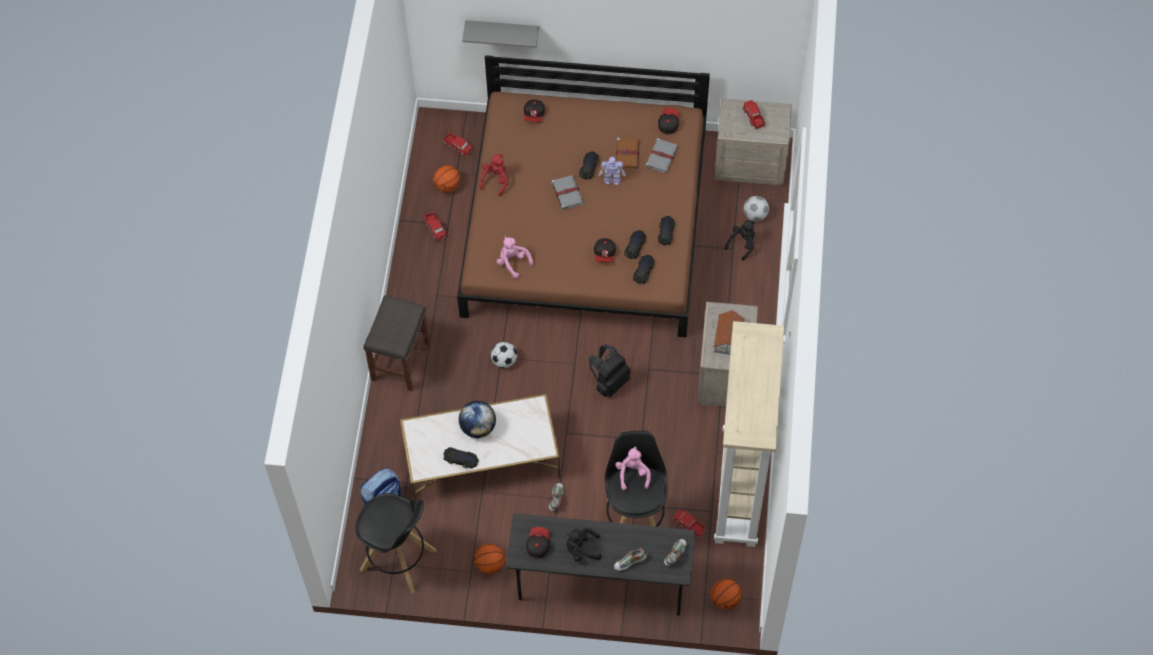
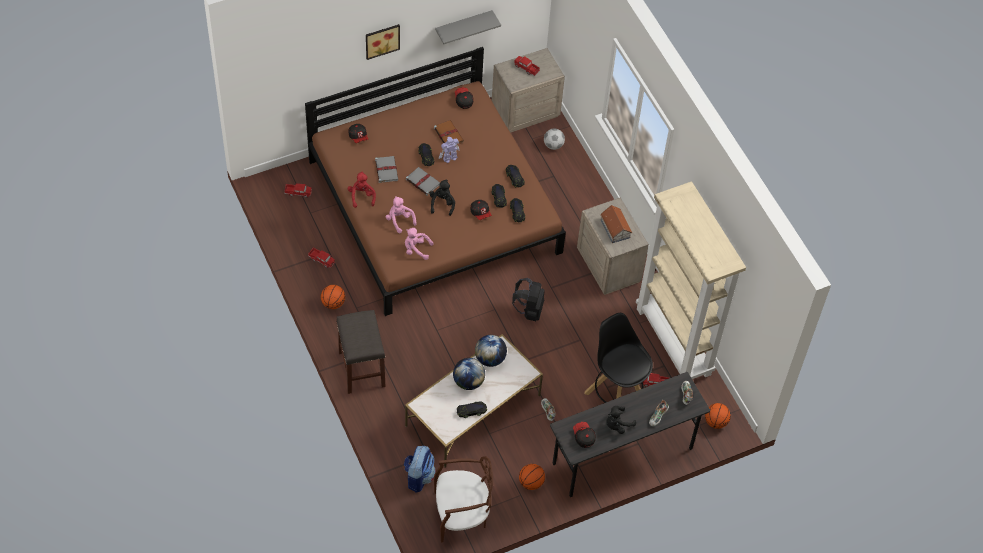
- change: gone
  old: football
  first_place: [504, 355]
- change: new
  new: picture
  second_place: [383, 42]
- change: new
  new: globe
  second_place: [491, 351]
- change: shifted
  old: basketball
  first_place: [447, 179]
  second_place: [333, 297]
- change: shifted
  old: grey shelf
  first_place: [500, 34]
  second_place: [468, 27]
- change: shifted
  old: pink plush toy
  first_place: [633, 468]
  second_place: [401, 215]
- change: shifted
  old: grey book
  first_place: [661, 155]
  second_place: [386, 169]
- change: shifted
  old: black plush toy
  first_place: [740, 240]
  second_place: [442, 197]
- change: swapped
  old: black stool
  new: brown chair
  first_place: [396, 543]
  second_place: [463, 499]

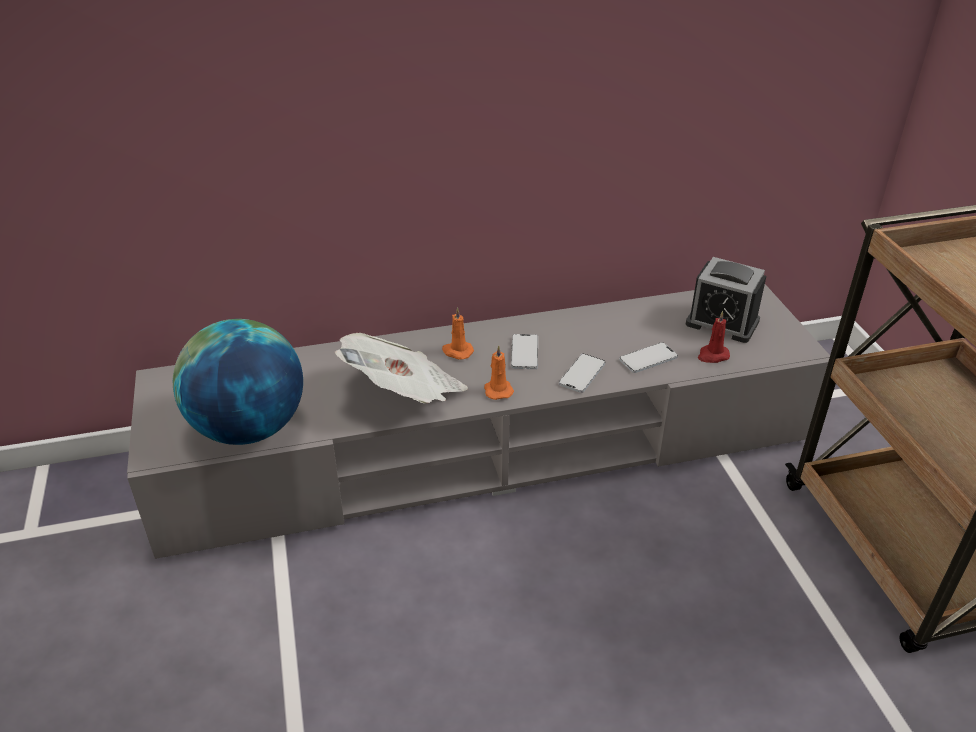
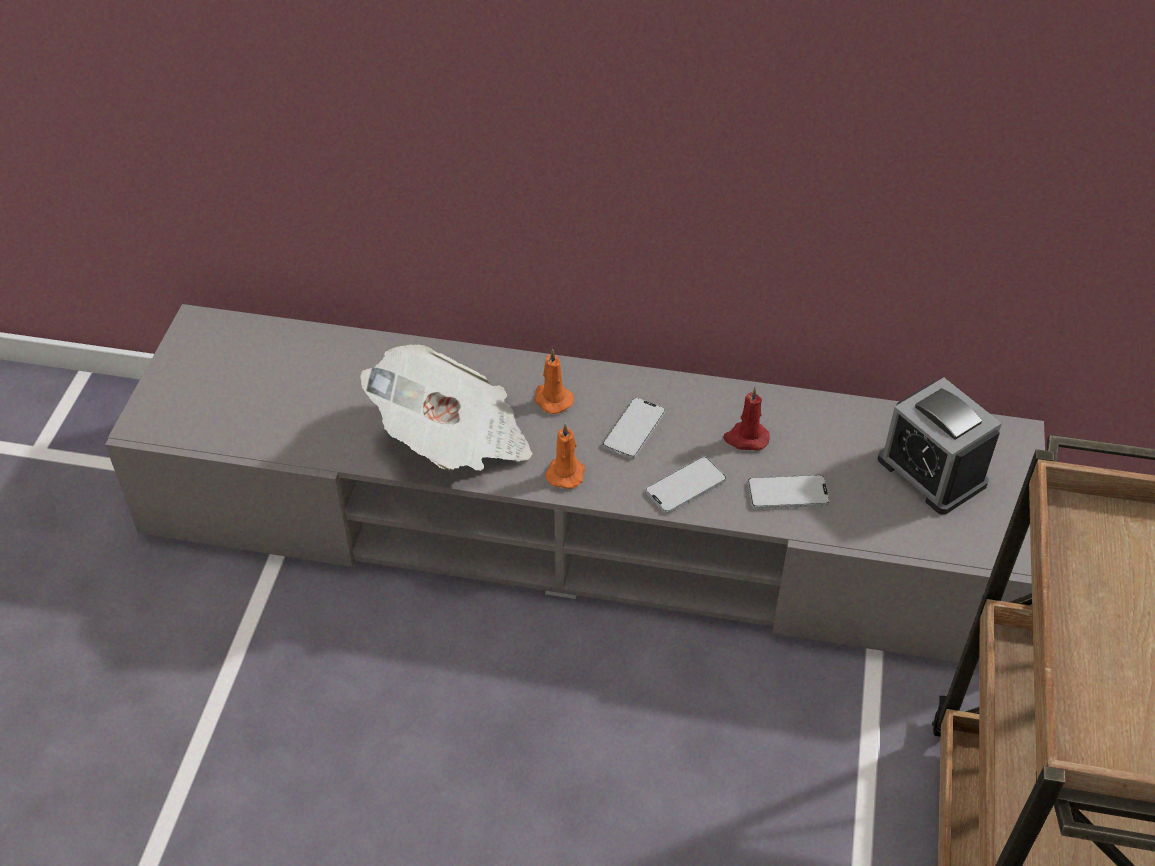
- change: gone
  old: globe
  first_place: [238, 382]
- change: shifted
  old: red candle
  first_place: [714, 337]
  second_place: [746, 419]

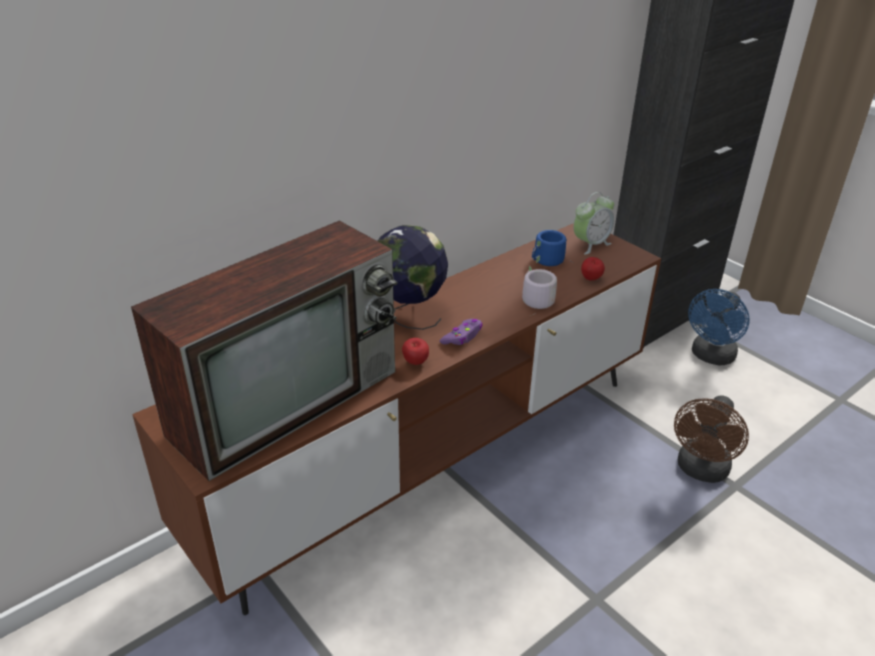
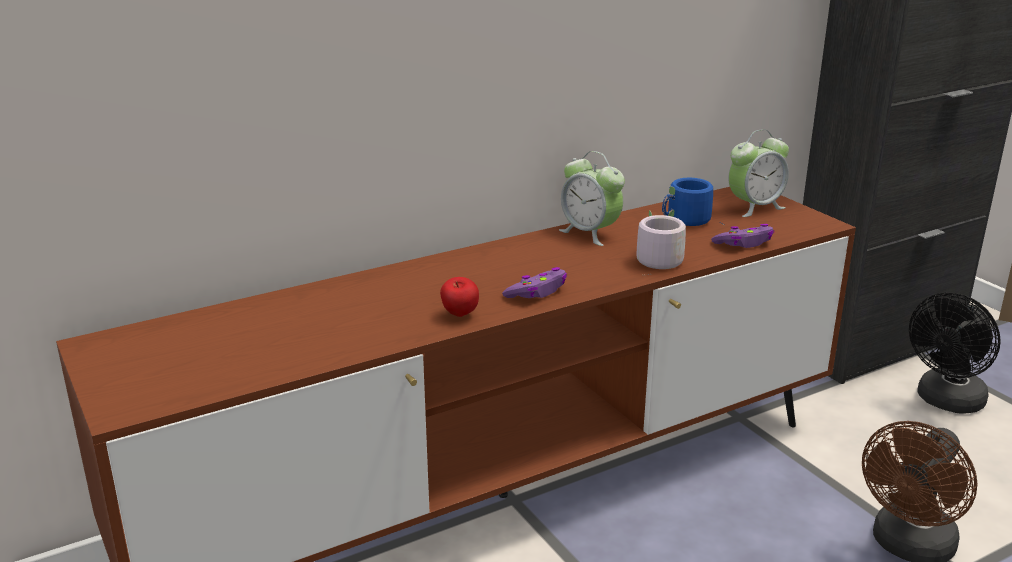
- change: gone
  old: television
  first_place: [264, 350]
- change: gone
  old: globe
  first_place: [413, 277]
- change: new
  new: alarm clock
  second_place: [592, 198]
- change: swapped
  old: apple
  new: purple game controller
  first_place: [593, 269]
  second_place: [743, 236]
- change: repainted
  old: blue fan
  new: black fan
  first_place: [719, 327]
  second_place: [955, 352]

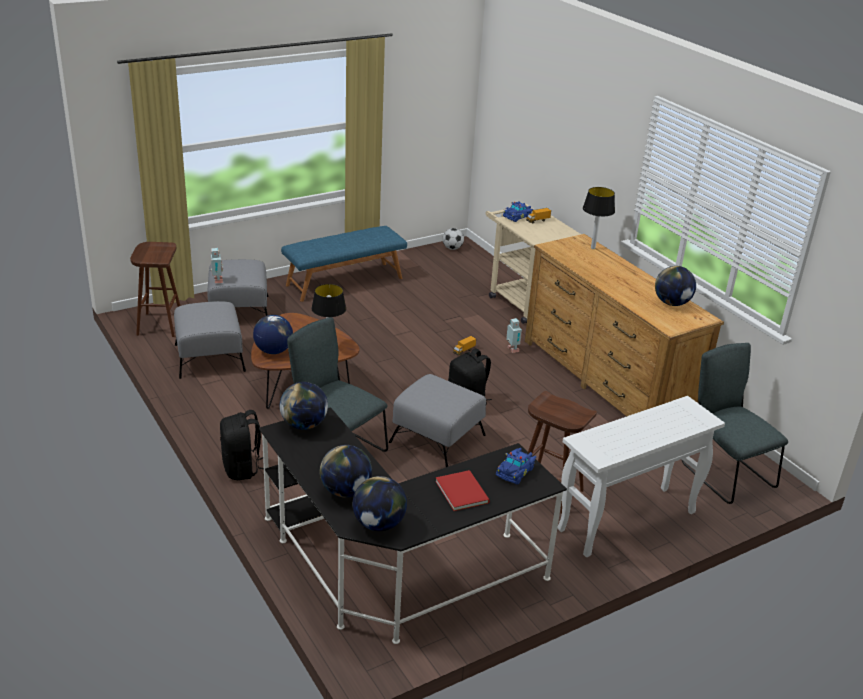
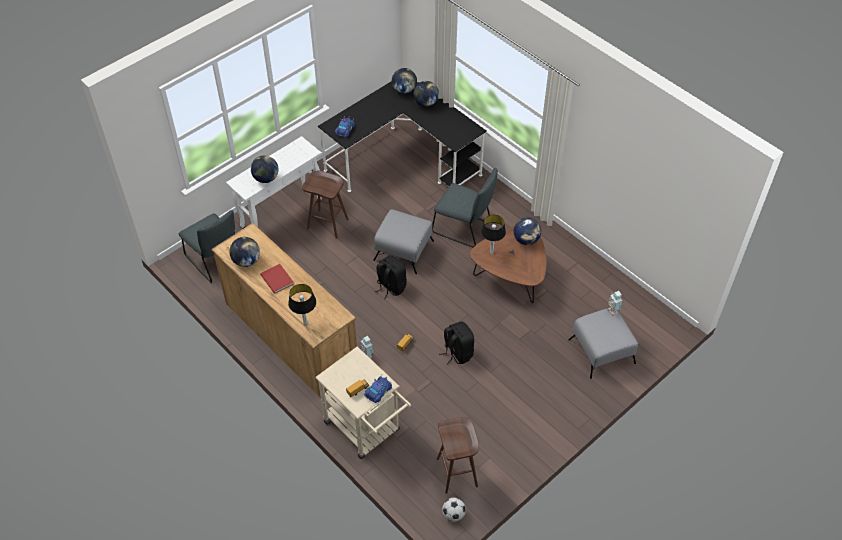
- change: gone
  old: grey ottoman
  first_place: [210, 340]
- change: gone
  old: blue bench
  first_place: [344, 264]
- change: shifted
  old: brown stool
  first_place: [155, 289]
  second_place: [458, 455]
- change: shifted
  old: black backpack
  first_place: [242, 445]
  second_place: [456, 343]
- change: shifted
  old: globe
  first_place: [304, 406]
  second_place: [264, 169]
- change: shifted
  old: red book
  first_place: [462, 490]
  second_place: [277, 279]

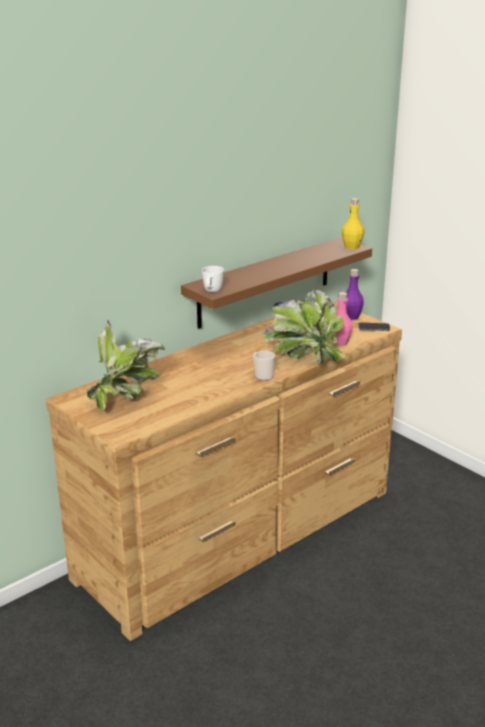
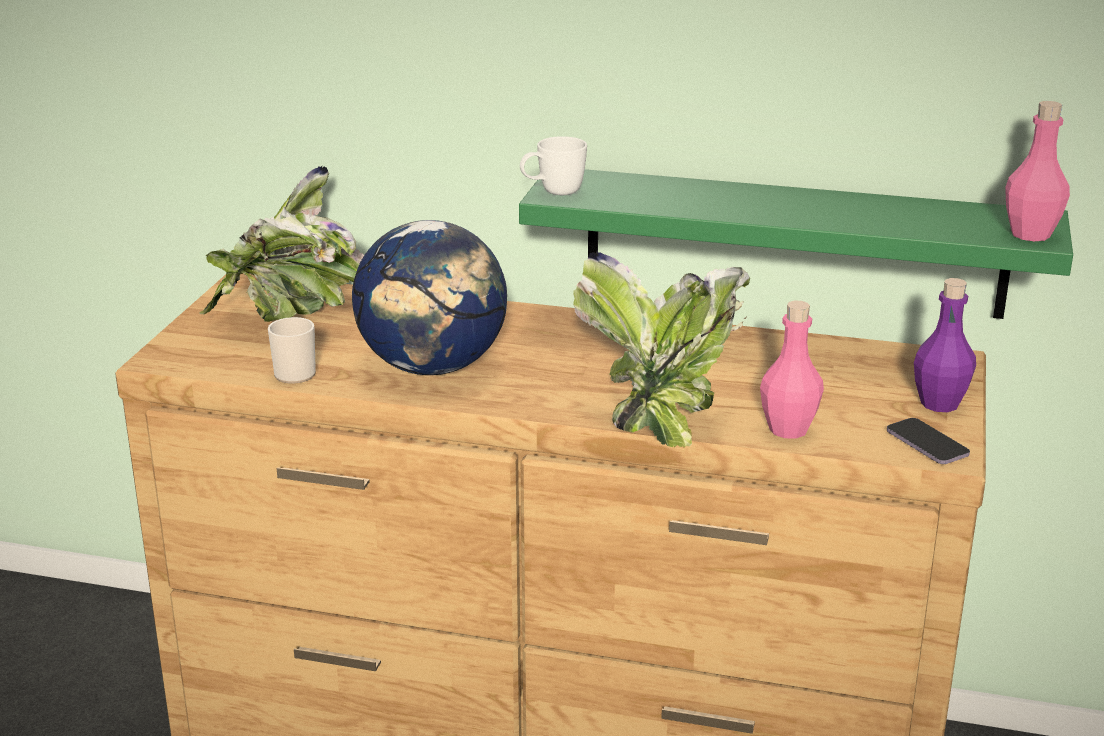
- change: new
  new: globe
  second_place: [429, 297]
- change: shifted
  old: mug
  first_place: [264, 366]
  second_place: [292, 350]
- change: repainted
  old: brown shelf
  new: green shelf
  first_place: [276, 283]
  second_place: [796, 244]
- change: repainted
  old: yellow bottle
  new: pink bottle
  first_place: [353, 224]
  second_place: [1037, 171]

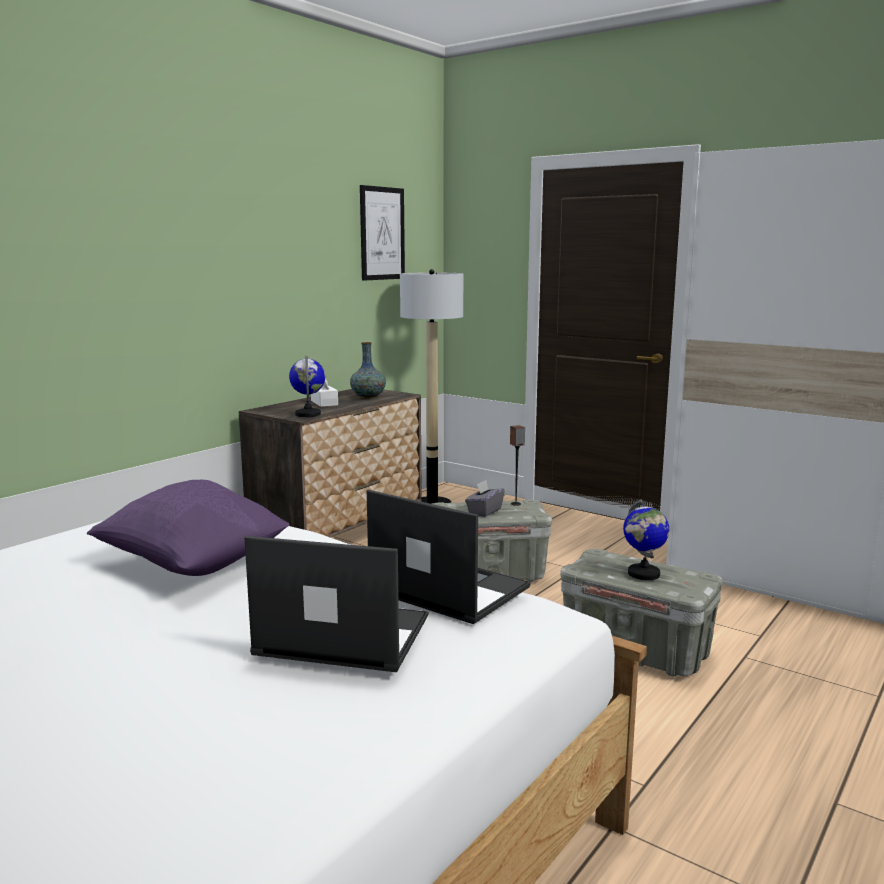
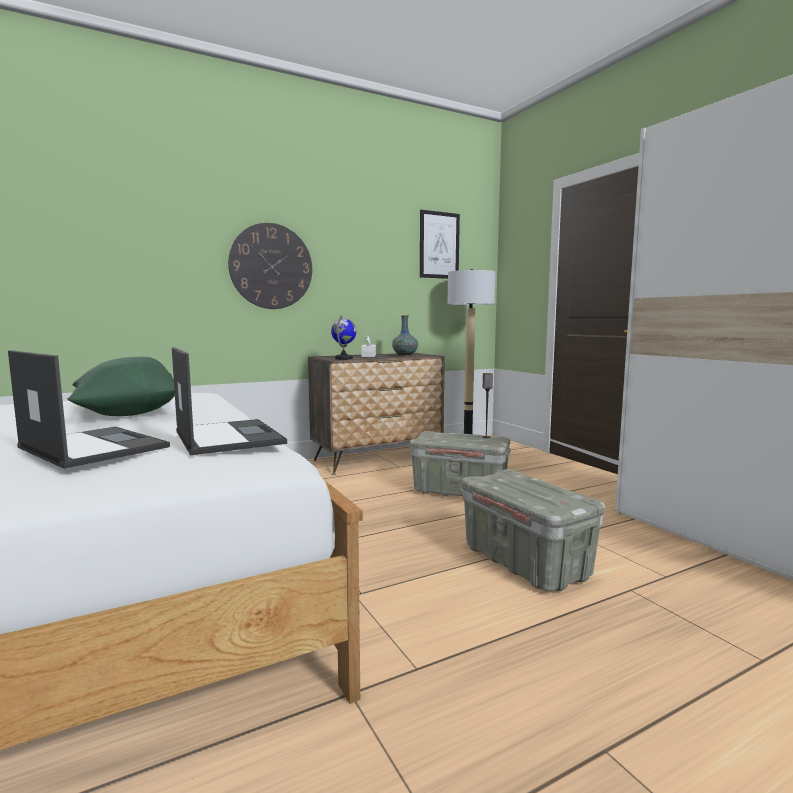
- change: gone
  old: grey tissue box
  first_place: [485, 498]
- change: gone
  old: globe
  first_place: [646, 539]
- change: new
  new: wall clock
  second_place: [270, 266]
- change: repainted
  old: purple pillow
  new: green pillow
  first_place: [188, 528]
  second_place: [121, 386]

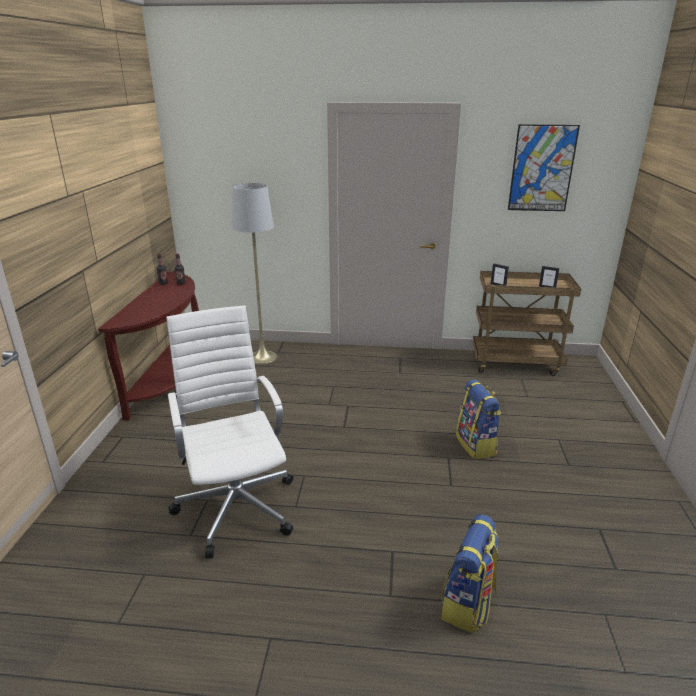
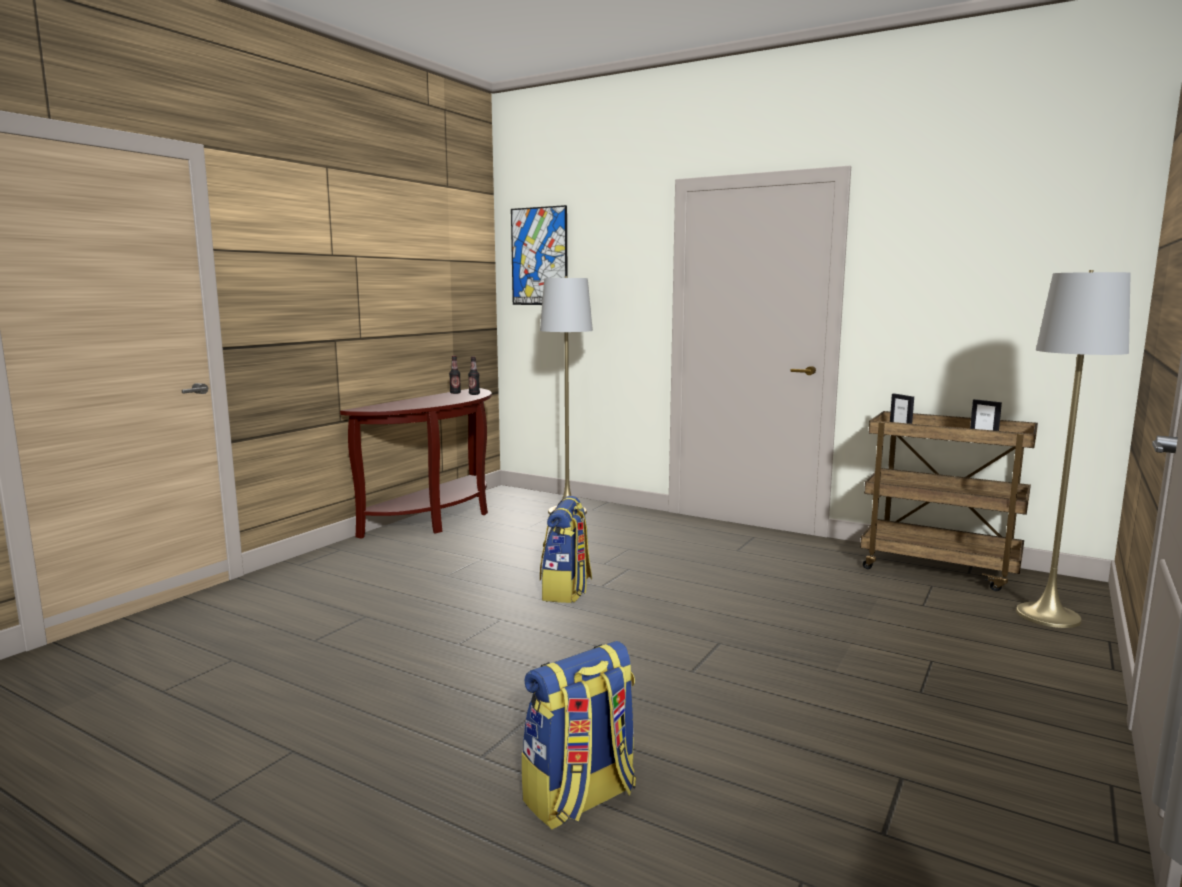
- change: gone
  old: white office chair
  first_place: [229, 432]
- change: new
  new: grey floor lamp
  second_place: [1073, 449]
- change: shifted
  old: backpack
  first_place: [479, 419]
  second_place: [566, 549]
- change: shifted
  old: picture
  first_place: [544, 167]
  second_place: [539, 255]

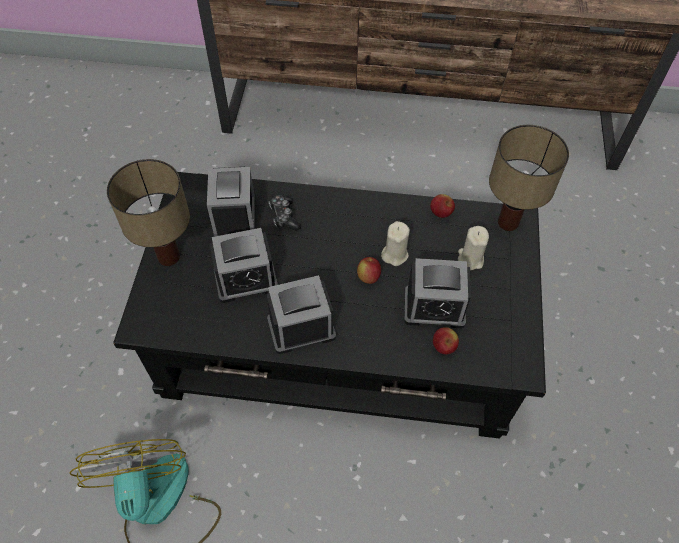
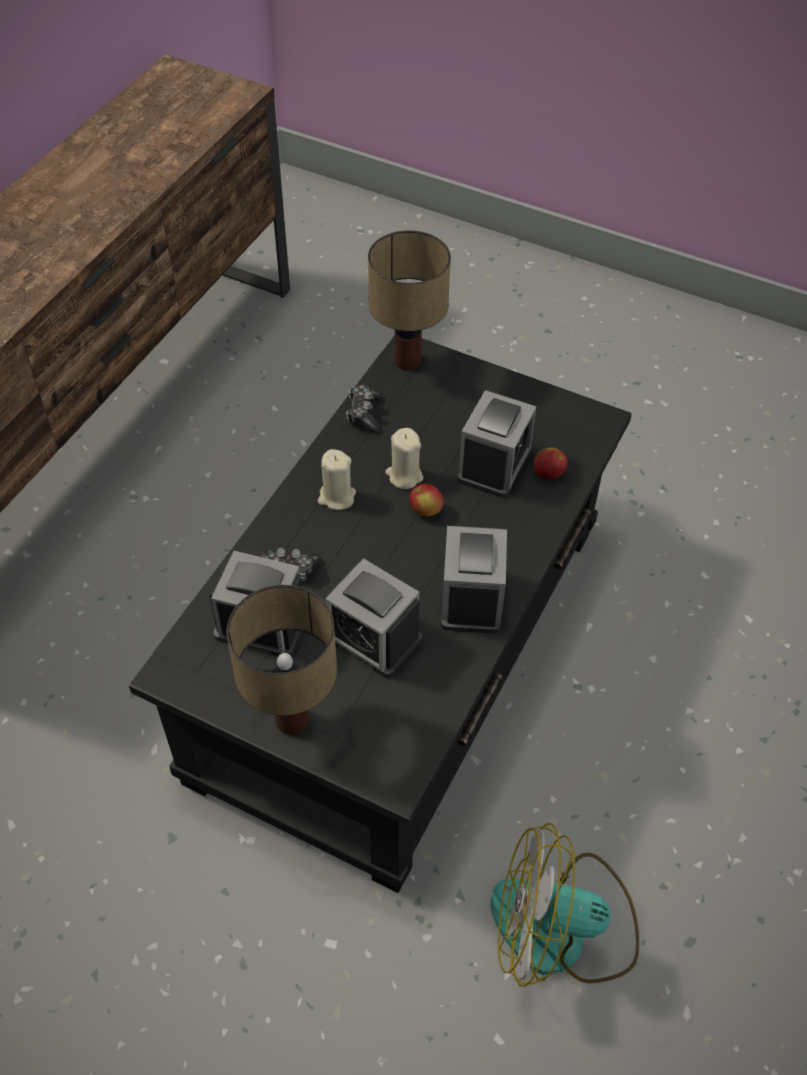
- change: shifted
  old: beige candle
  first_place: [473, 248]
  second_place: [337, 479]
- change: swapped
  old: apple
  new: game controller
  first_place: [442, 206]
  second_place: [364, 408]
- change: rotated
  old: alarm clock
  first_place: [244, 265]
  second_place: [373, 618]
  degrees: 120

